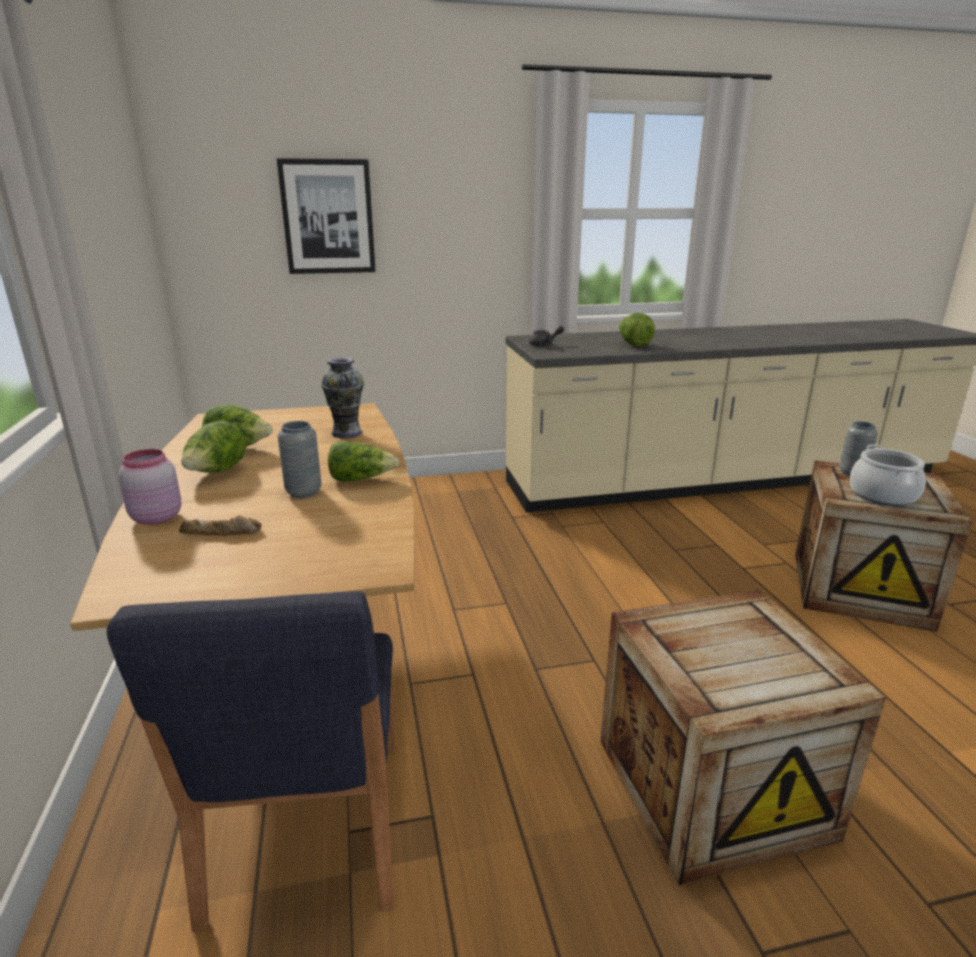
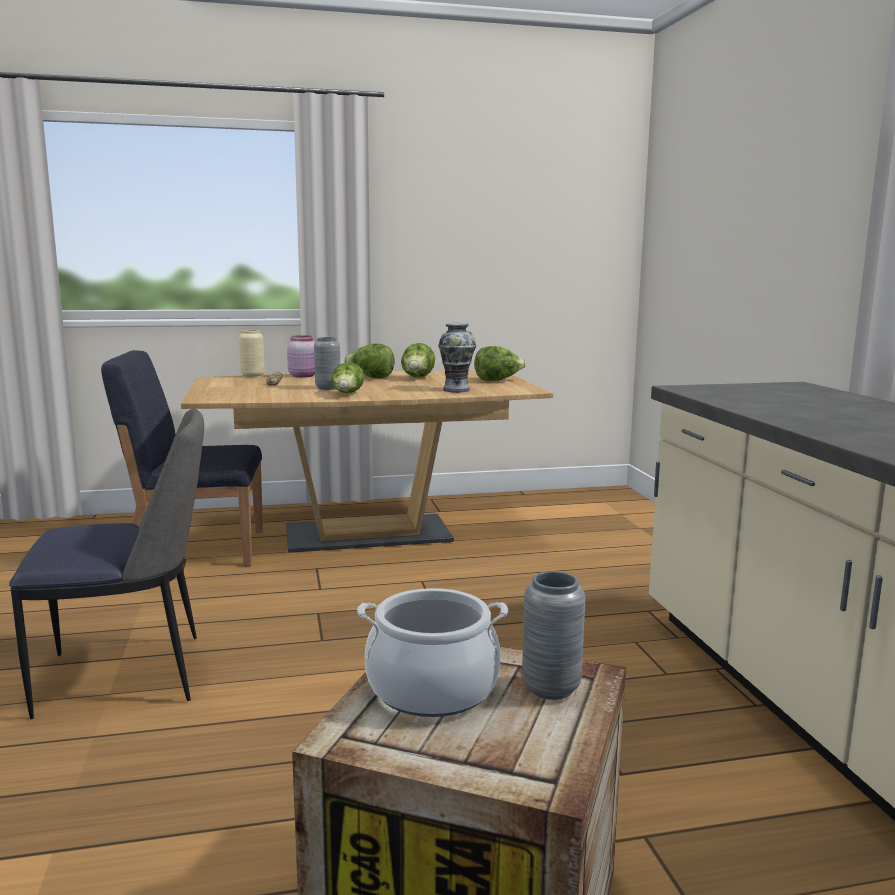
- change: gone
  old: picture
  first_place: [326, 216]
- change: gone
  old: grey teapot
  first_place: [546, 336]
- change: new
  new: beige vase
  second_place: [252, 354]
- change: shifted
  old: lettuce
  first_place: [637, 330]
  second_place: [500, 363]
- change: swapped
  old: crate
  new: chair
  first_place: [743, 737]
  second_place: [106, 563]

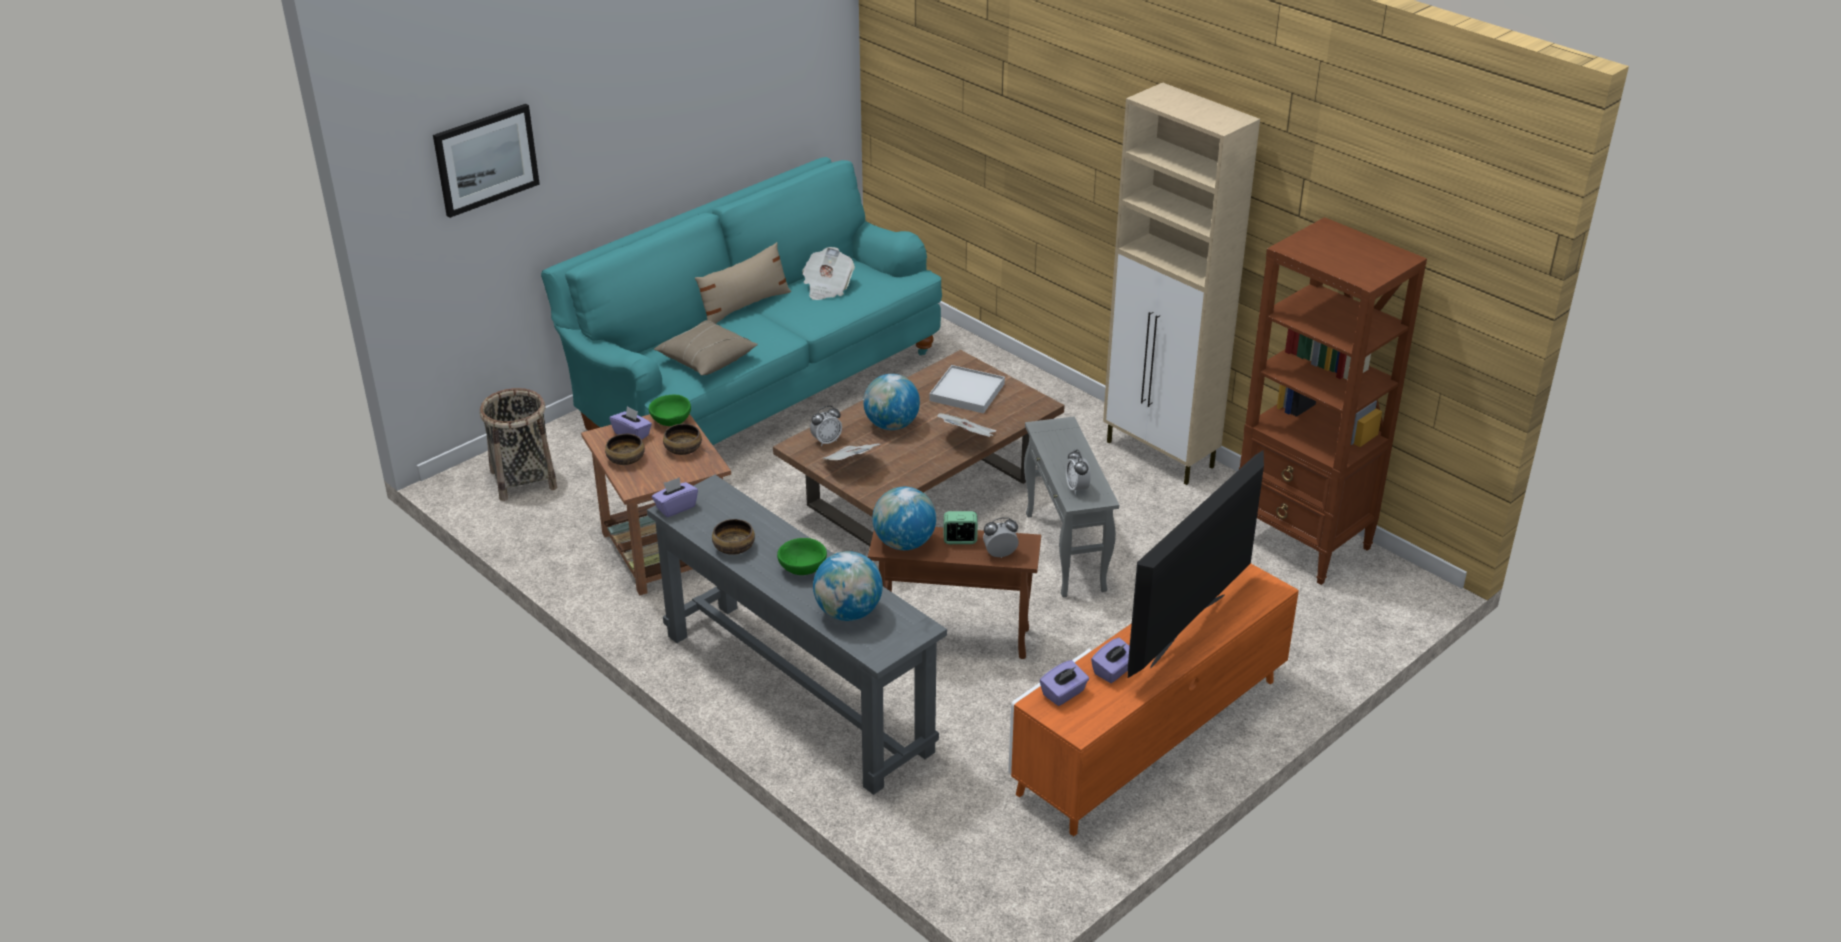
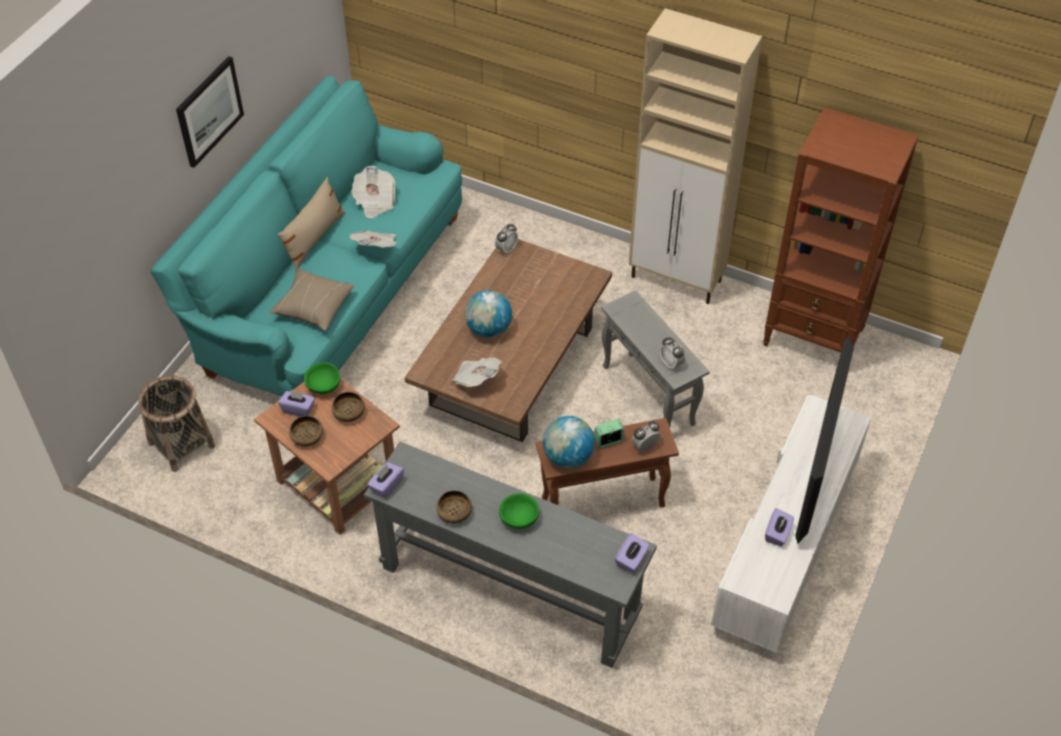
- change: gone
  old: globe
  first_place: [848, 586]
- change: gone
  old: white tray
  first_place: [967, 389]
- change: shifted
  old: picture
  first_place: [486, 161]
  second_place: [210, 112]
- change: shifted
  old: alarm clock
  first_place: [826, 426]
  second_place: [506, 239]
- change: shifted
  old: newspaper
  first_place: [966, 425]
  second_place: [373, 239]
- change: shifted
  old: purple tissue box
  first_place: [1064, 683]
  second_place: [632, 553]
- change: repainted
  old: orange tv stand
  new: white tv stand
  first_place: [1153, 700]
  second_place: [791, 526]

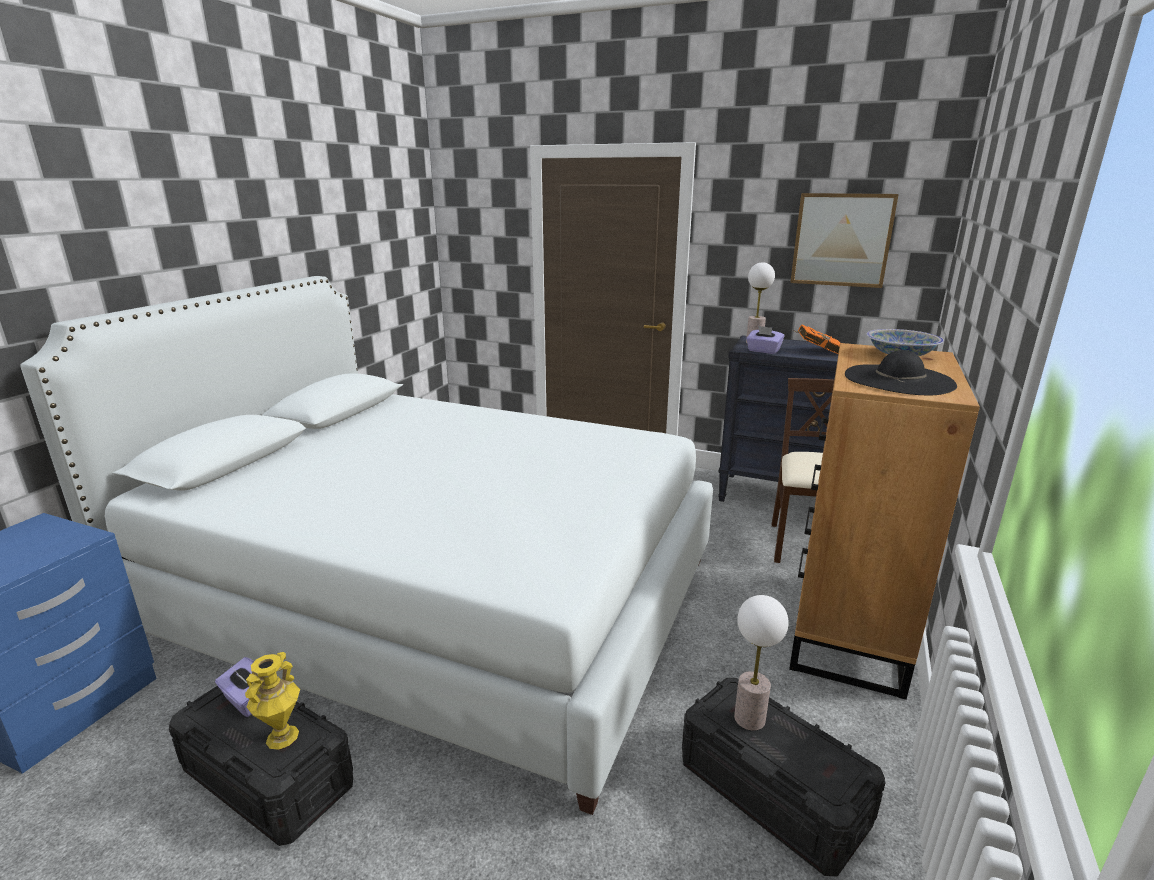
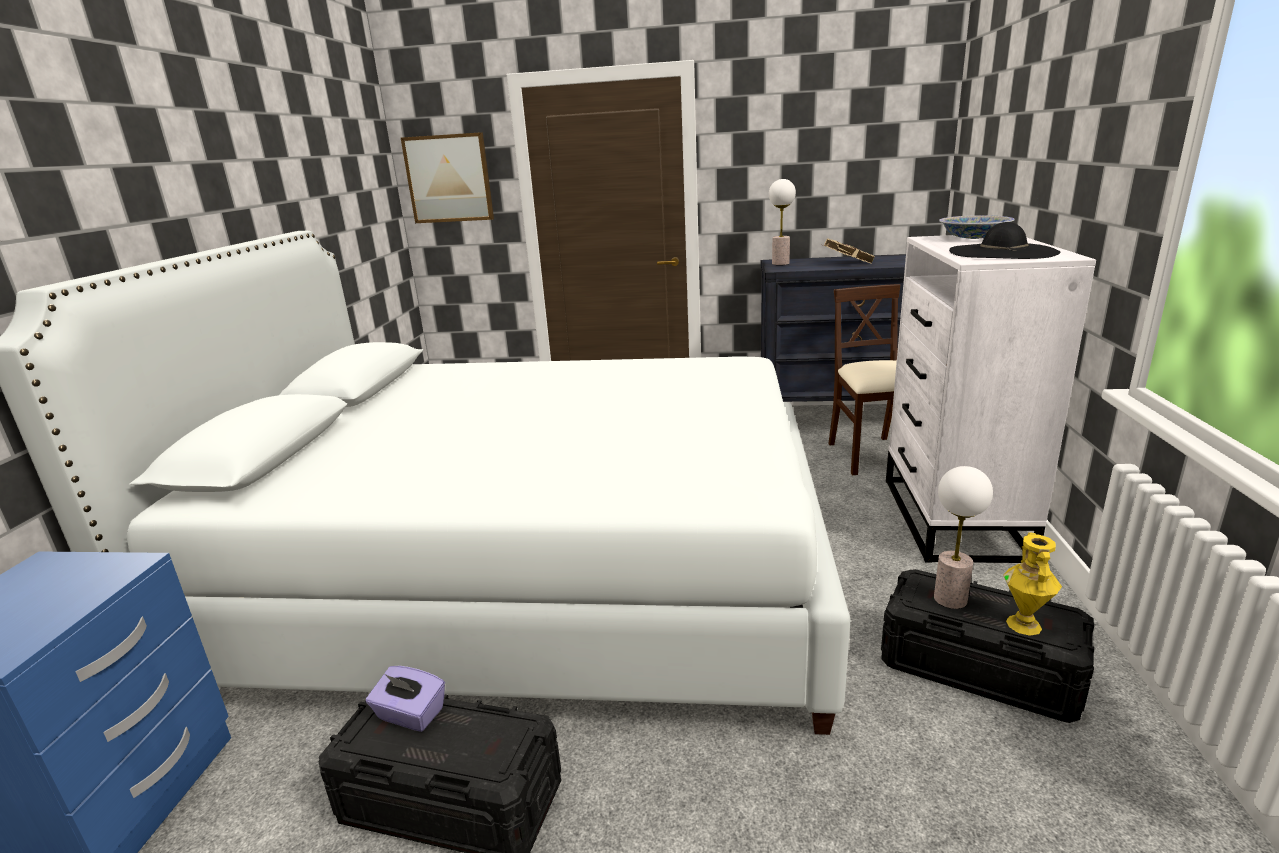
- change: gone
  old: purple tissue box
  first_place: [765, 340]
- change: shifted
  old: yellow vase
  first_place: [272, 701]
  second_place: [1032, 584]
- change: shifted
  old: picture
  first_place: [844, 240]
  second_place: [447, 177]
- change: repainted
  old: brown dresser
  new: white dresser
  first_place: [884, 521]
  second_place: [991, 399]
- change: repainted
  old: orange book
  new: beige book
  first_place: [817, 339]
  second_place: [849, 251]

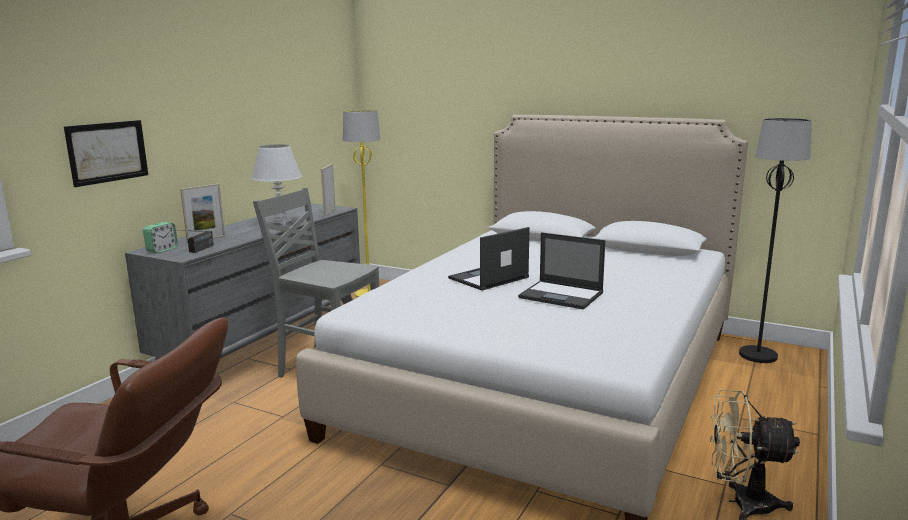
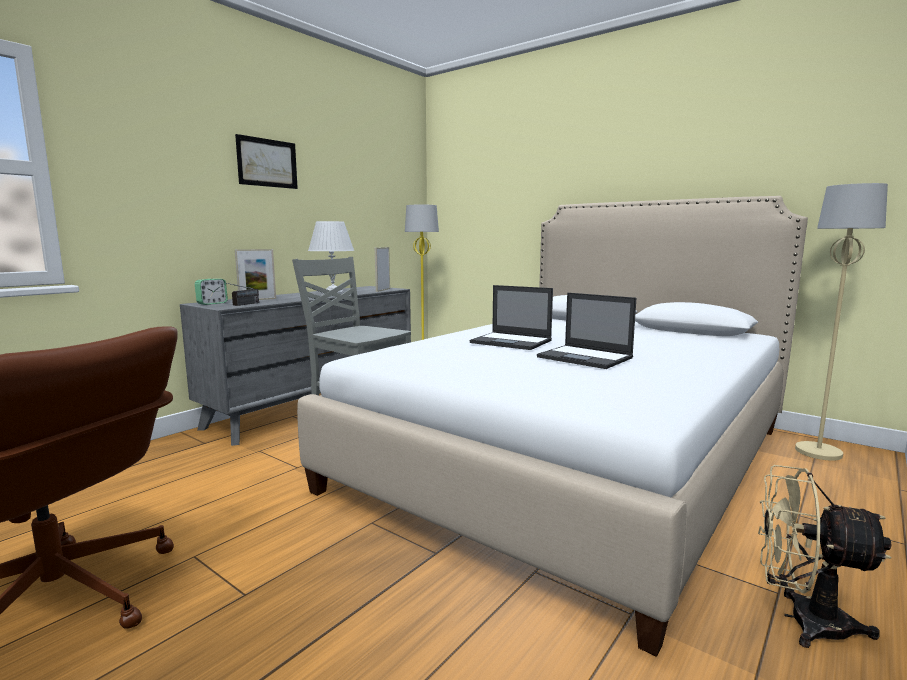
- change: shifted
  old: picture
  first_place: [106, 153]
  second_place: [266, 161]
- change: repainted
  old: black floor lamp
  new: beige floor lamp
  first_place: [775, 240]
  second_place: [841, 322]
- change: rotated
  old: laptop
  first_place: [488, 259]
  second_place: [511, 317]
  degrees: -120

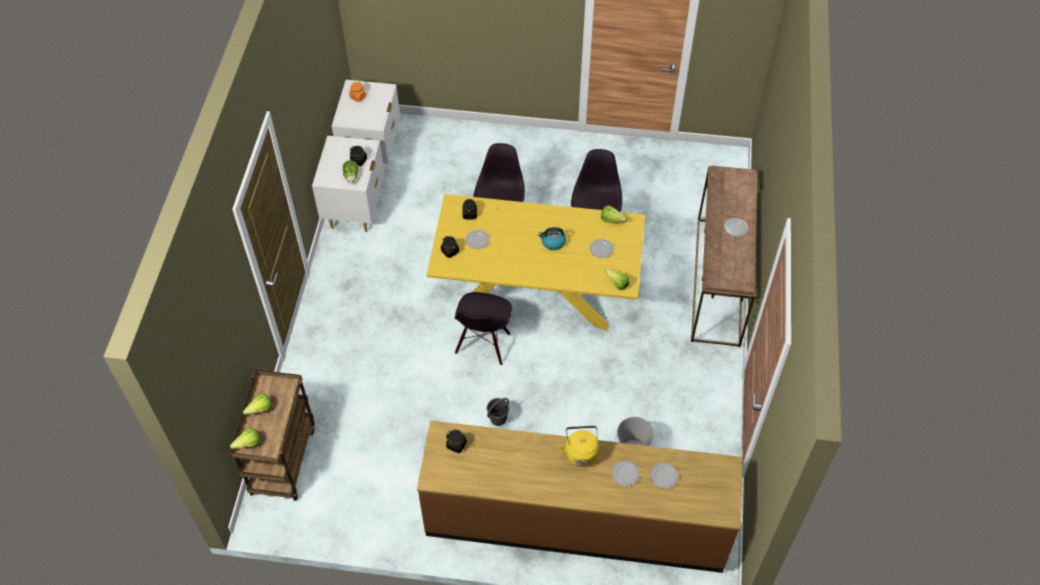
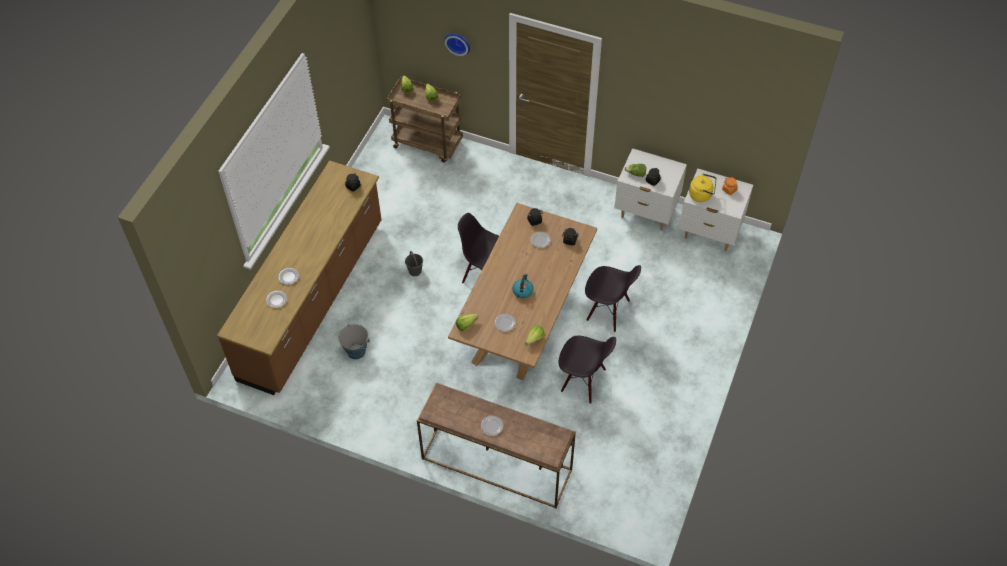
- change: new
  new: wall clock
  second_place: [457, 44]
- change: shifted
  old: yellow kettle
  first_place: [579, 446]
  second_place: [703, 187]
- change: repainted
  old: yellow dining table
  new: brown dining table
  first_place: [536, 262]
  second_place: [522, 291]

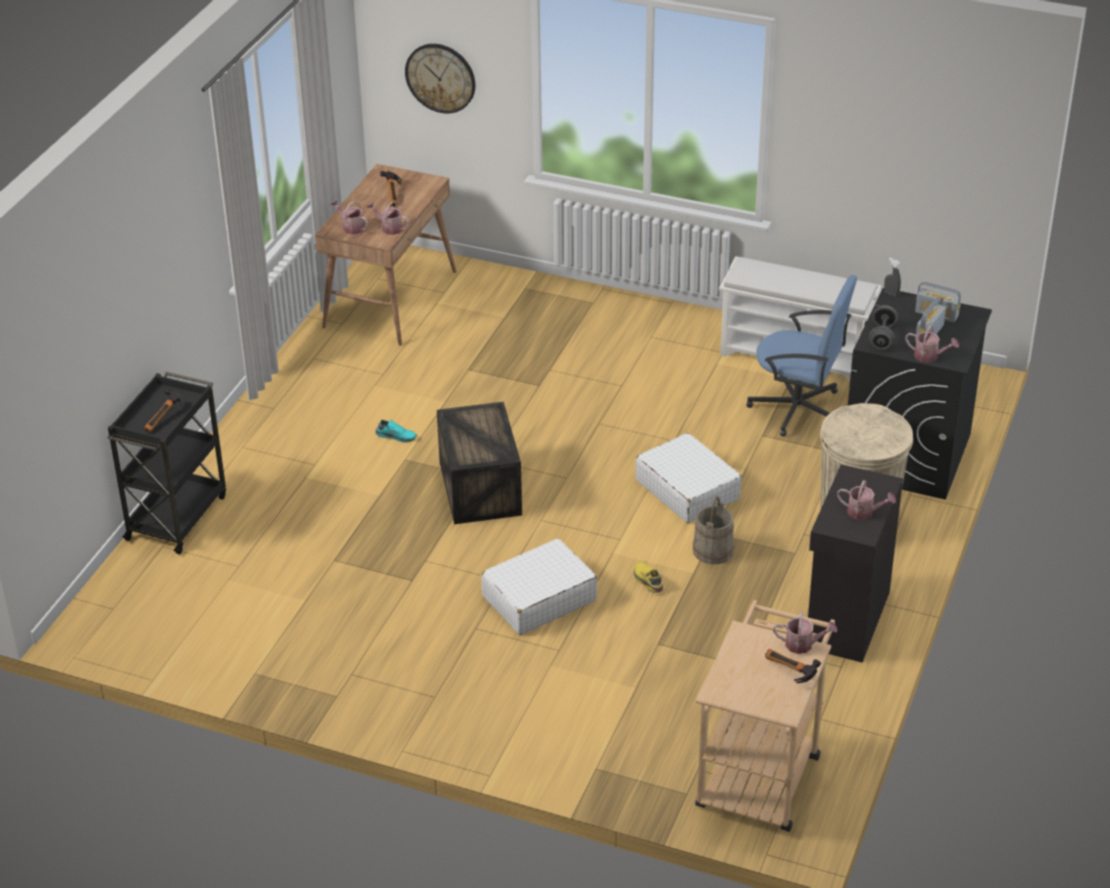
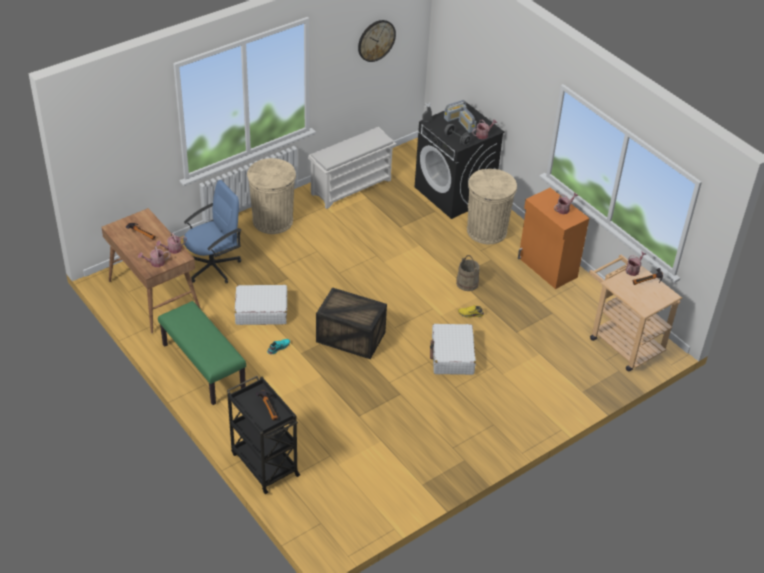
- change: new
  new: green bench
  second_place: [202, 353]
- change: new
  new: beige trash can
  second_place: [271, 196]
- change: shifted
  old: wall clock
  first_place: [440, 78]
  second_place: [377, 41]
- change: shifted
  old: white suitcase
  first_place: [688, 478]
  second_place: [261, 305]
- change: shifted
  old: blue office chair
  first_place: [801, 356]
  second_place: [212, 231]
- change: repainted
  old: black cabinet
  new: orange cabinet
  first_place: [855, 563]
  second_place: [553, 238]

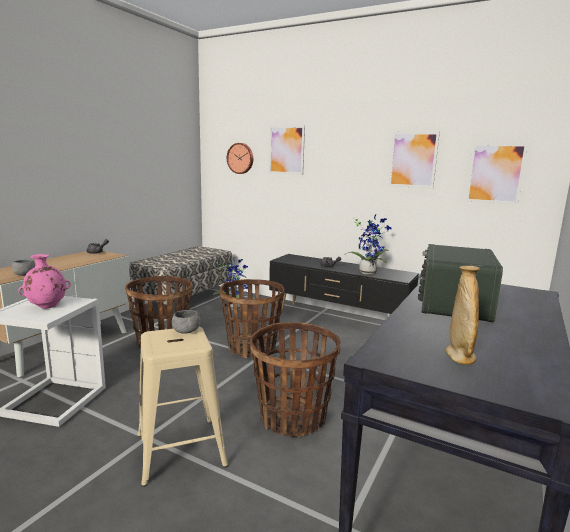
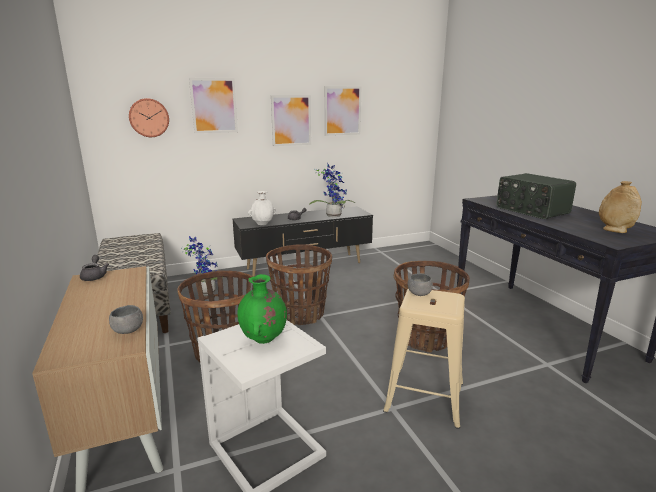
- change: new
  new: white vase
  second_place: [262, 208]
- change: shifted
  old: picture
  first_place: [497, 174]
  second_place: [291, 120]
- change: repainted
  old: pink vase
  new: green vase
  first_place: [44, 281]
  second_place: [262, 309]

